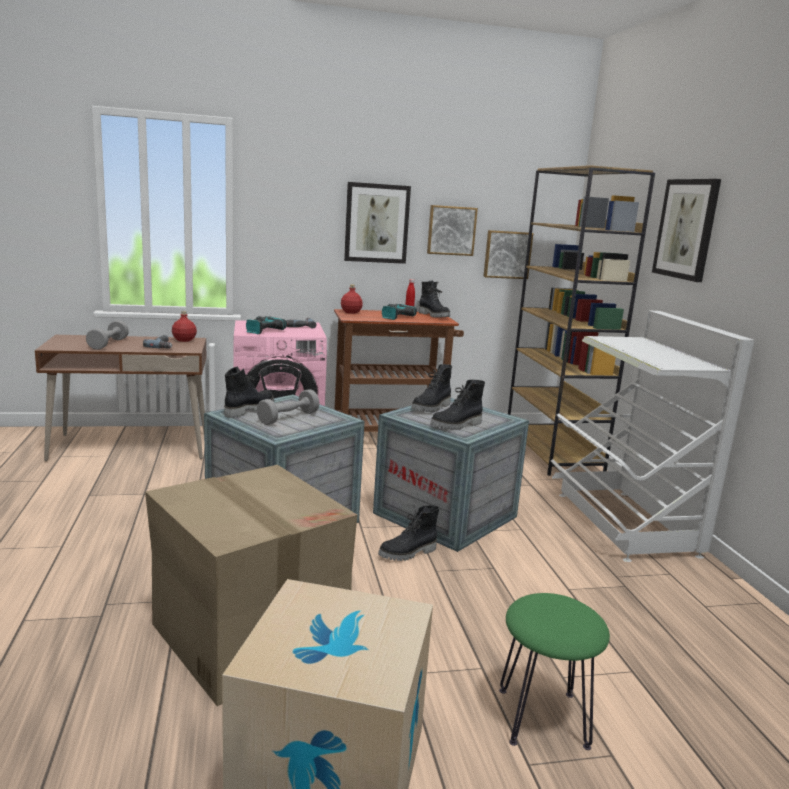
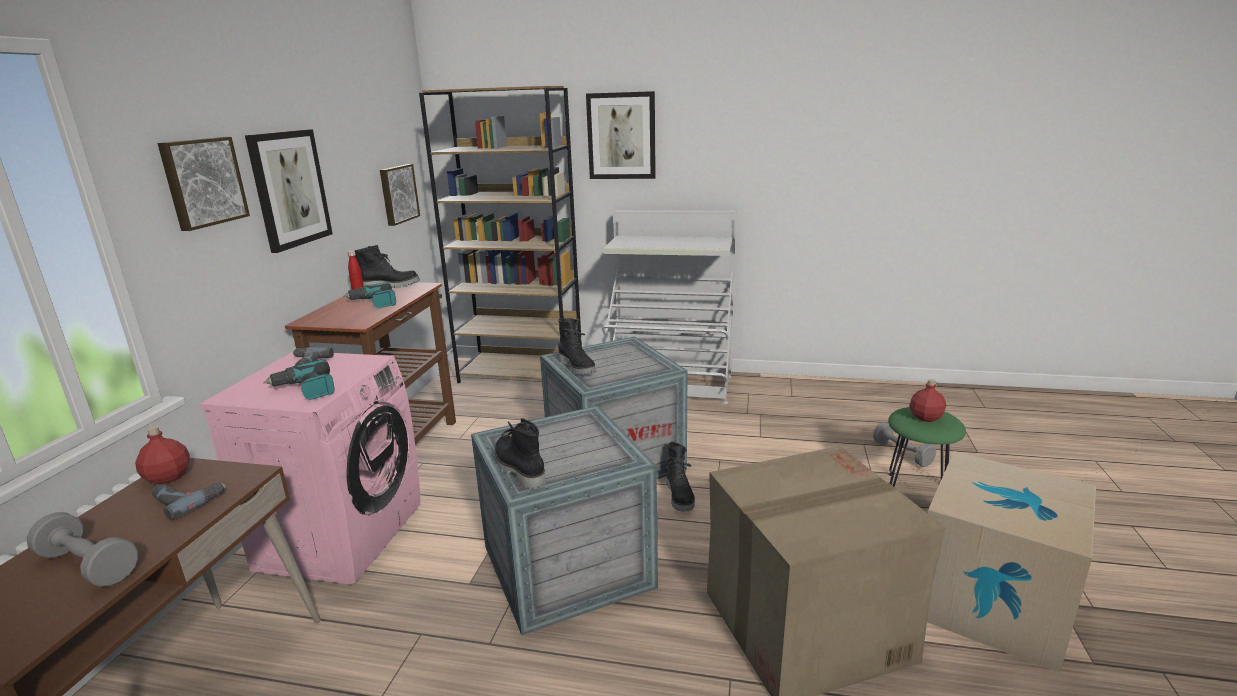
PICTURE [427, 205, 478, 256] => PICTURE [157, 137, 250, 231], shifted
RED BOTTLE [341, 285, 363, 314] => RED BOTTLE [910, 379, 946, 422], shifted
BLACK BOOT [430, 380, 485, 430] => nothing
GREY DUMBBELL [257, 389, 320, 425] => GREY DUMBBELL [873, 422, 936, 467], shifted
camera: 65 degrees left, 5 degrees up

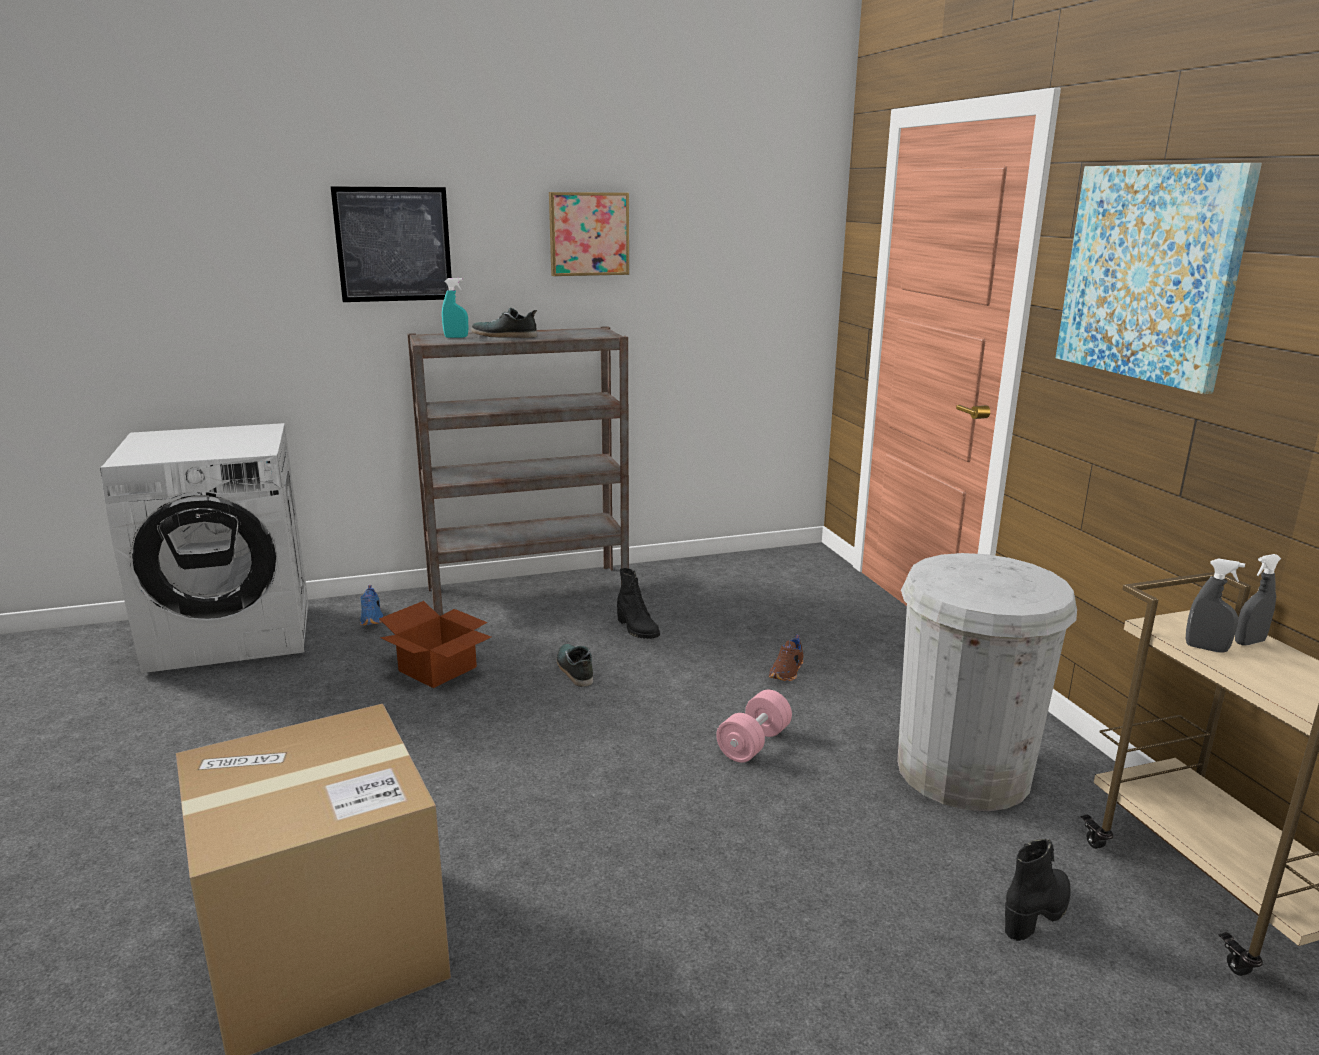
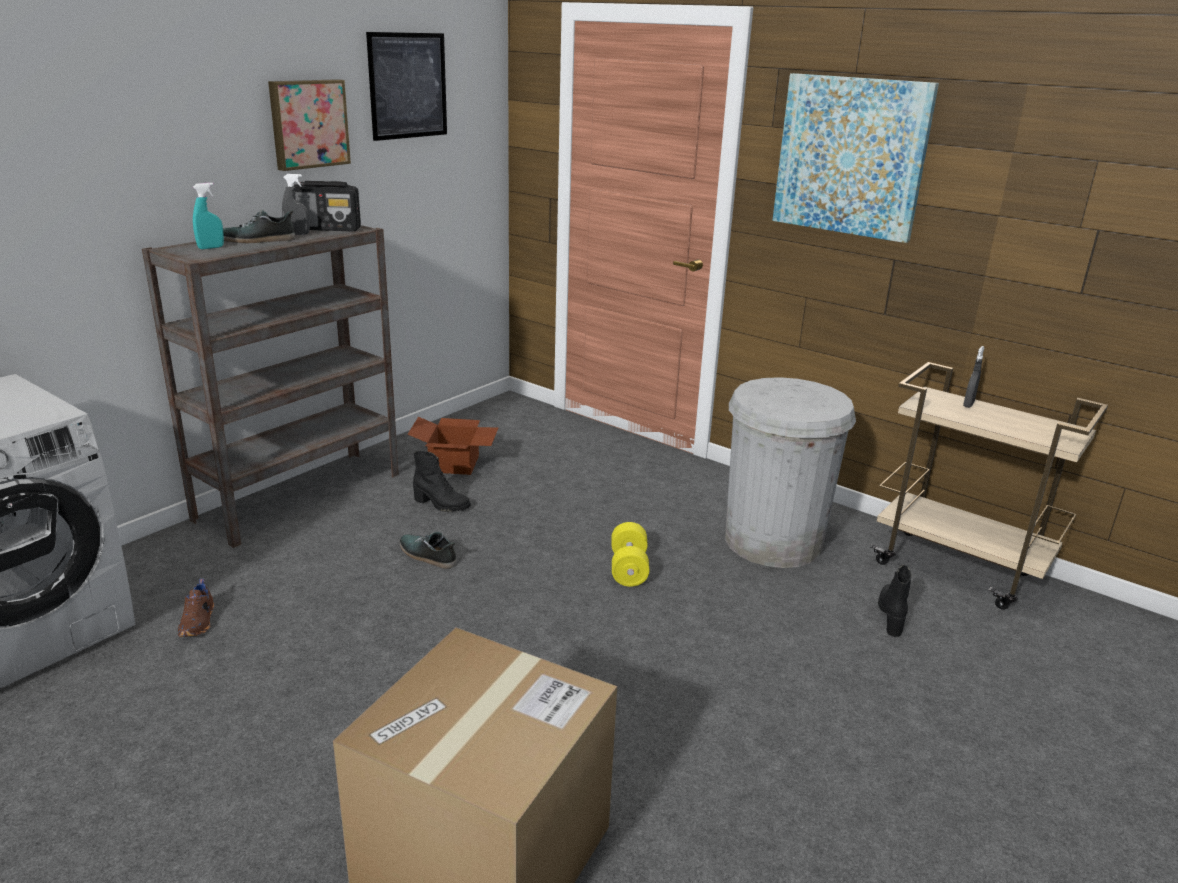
PICTURE [331, 186, 452, 302] => PICTURE [366, 32, 447, 141], shifted
GREY SPRAY BOTTLE [1186, 559, 1245, 652] => GREY SPRAY BOTTLE [282, 174, 310, 235], shifted
BLUE SHOE [360, 585, 383, 625] => nothing
CARDBOARD BOX [379, 601, 491, 688] => CARDBOARD BOX [407, 417, 498, 475], shifted
BROWN SHOE [769, 635, 804, 681] => BROWN SHOE [178, 579, 214, 637], shifted
PINK DUMBBELL [716, 690, 792, 763] => YELLOW DUMBBELL [611, 522, 649, 587]
nothing => RADIO [294, 181, 361, 232]
camera: 35 degrees left, 5 degrees up

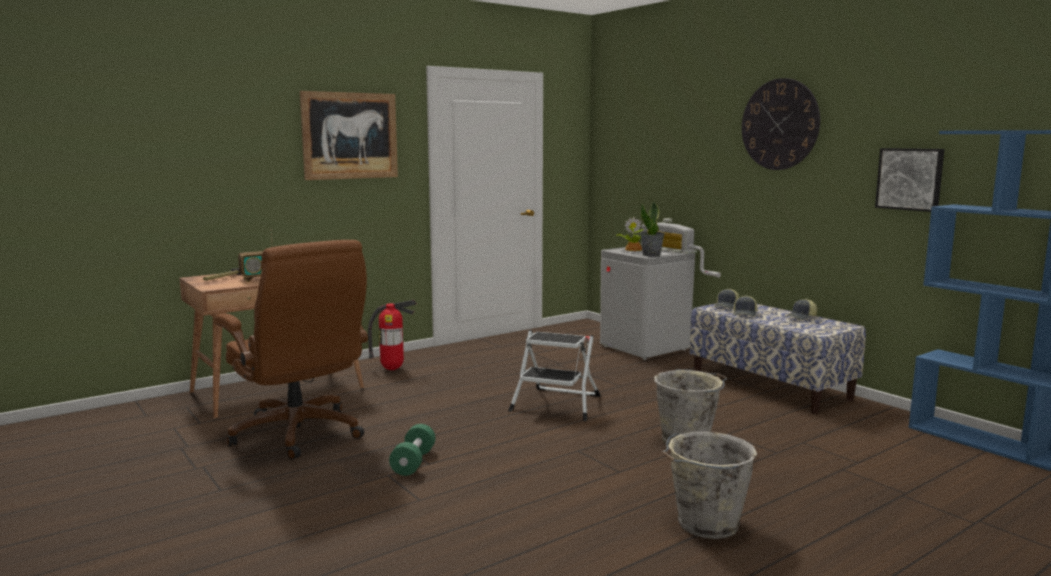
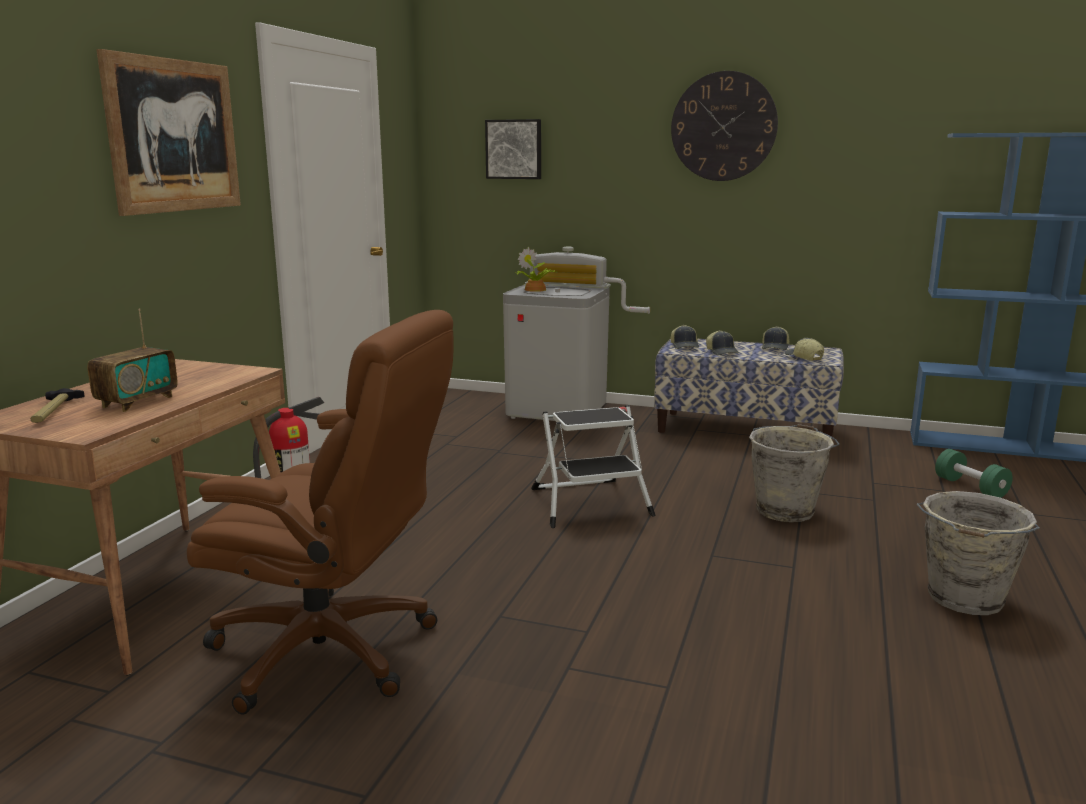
PICTURE [875, 148, 944, 212] => PICTURE [485, 119, 541, 179], shifted
POTTED PLANT [640, 201, 665, 256] => nothing
GREEN DUMBBELL [389, 424, 436, 476] => GREEN DUMBBELL [935, 449, 1013, 498], shifted
nothing => CAP [785, 338, 824, 361]
camera: 35 degrees left, 5 degrees up

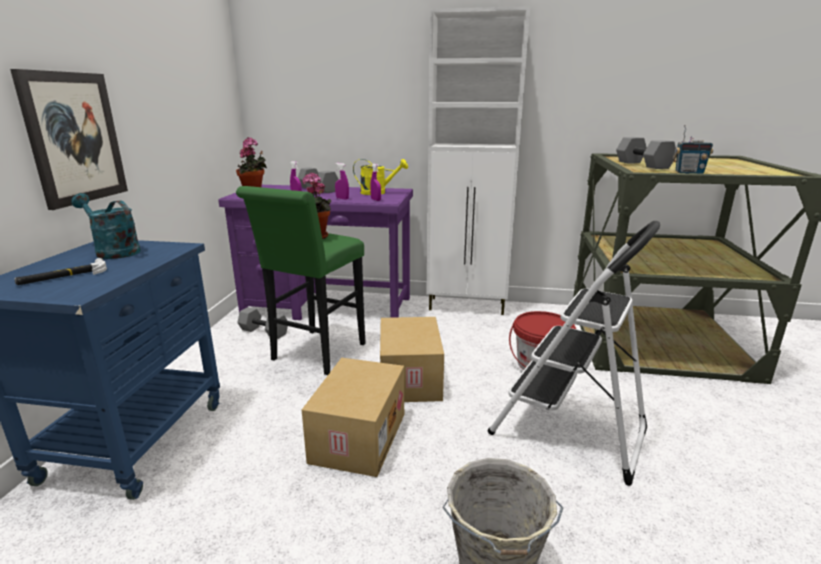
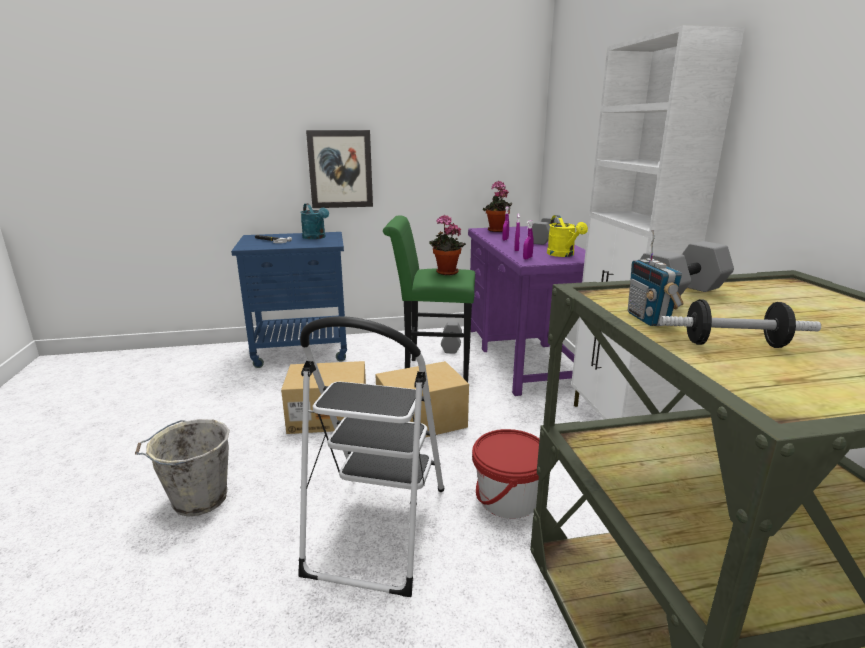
TURQUOISE WATERING CAN [71, 193, 141, 259] => TURQUOISE WATERING CAN [300, 203, 329, 239], 135 degrees clockwise
nothing => DUMBBELL [660, 299, 821, 348]
camera: 70 degrees right, 0 degrees up

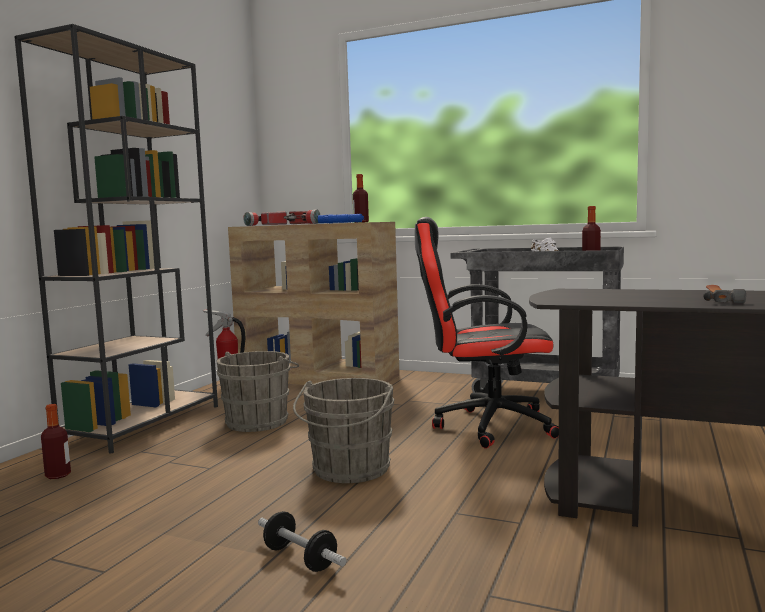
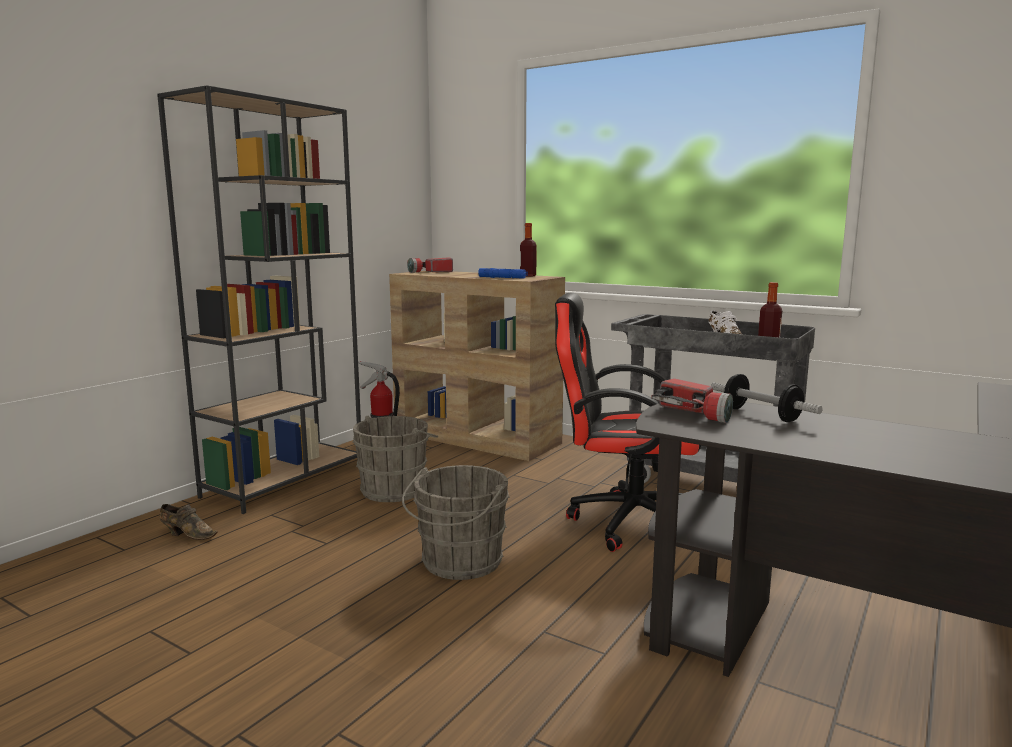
FLASHLIGHT [283, 209, 320, 224] => FLASHLIGHT [651, 378, 733, 423], shifted
HAMMER [703, 285, 746, 303] => nothing
BOTTLE [41, 404, 71, 479] => BROWN SHOE [160, 504, 218, 540]
DUMBBELL [258, 511, 347, 572] => DUMBBELL [711, 374, 823, 422], shifted
camera: 10 degrees right, 5 degrees up

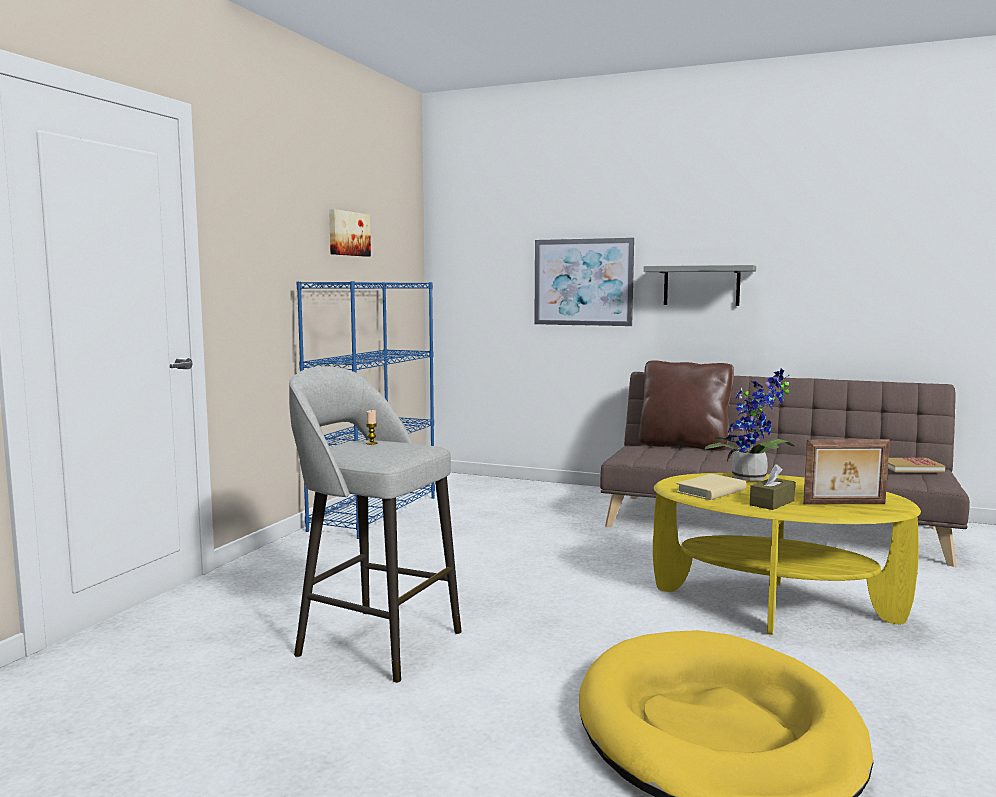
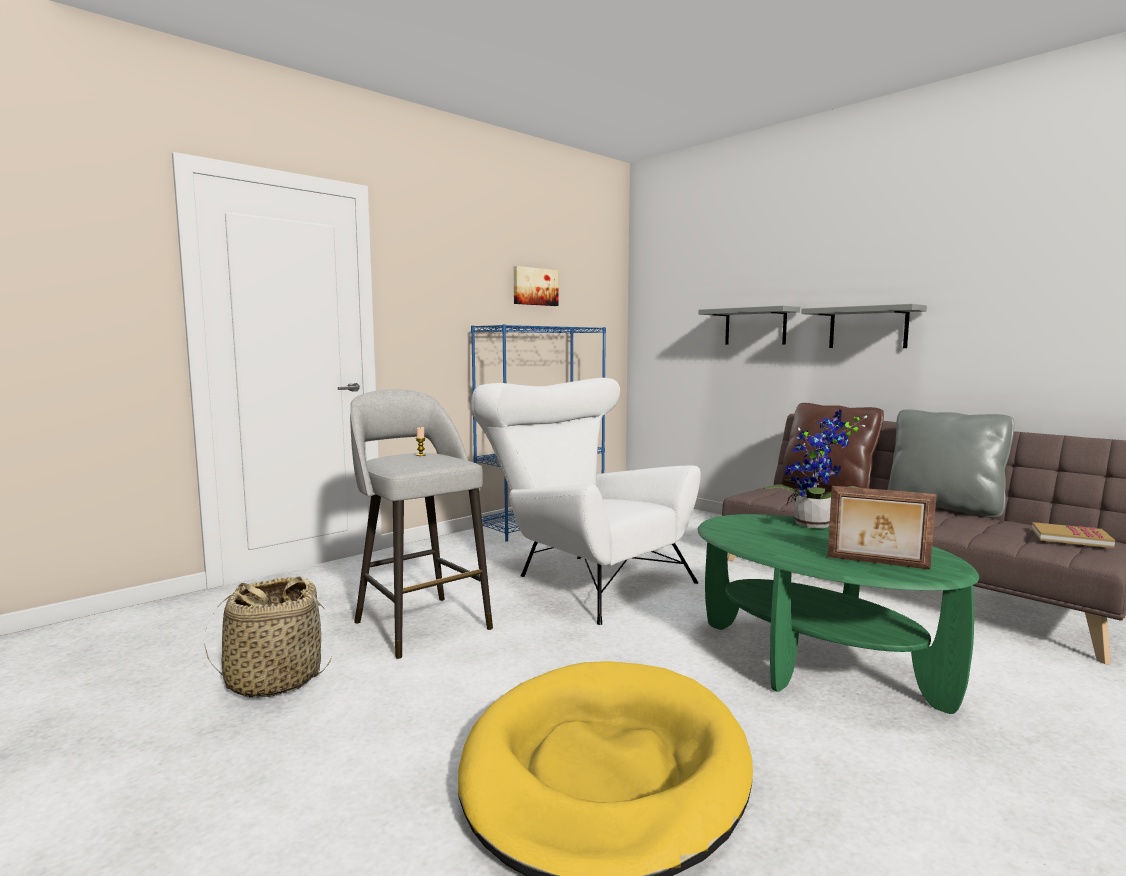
PICTURE [534, 238, 634, 326] => GREY SHELF [699, 306, 800, 345]
BROWN TISSUE BOX [750, 464, 795, 510] => nothing
YELLOW COFFEE TABLE [653, 473, 921, 635] => GREEN COFFEE TABLE [698, 514, 979, 714]
BEIGE BOOK [676, 474, 747, 500] => nothing
nothing => WHITE ARMCHAIR [471, 378, 701, 625]
nothing => GREY PILLOW [888, 409, 1014, 518]
nothing => BASKET [204, 577, 332, 698]
camera: 25 degrees right, 0 degrees up

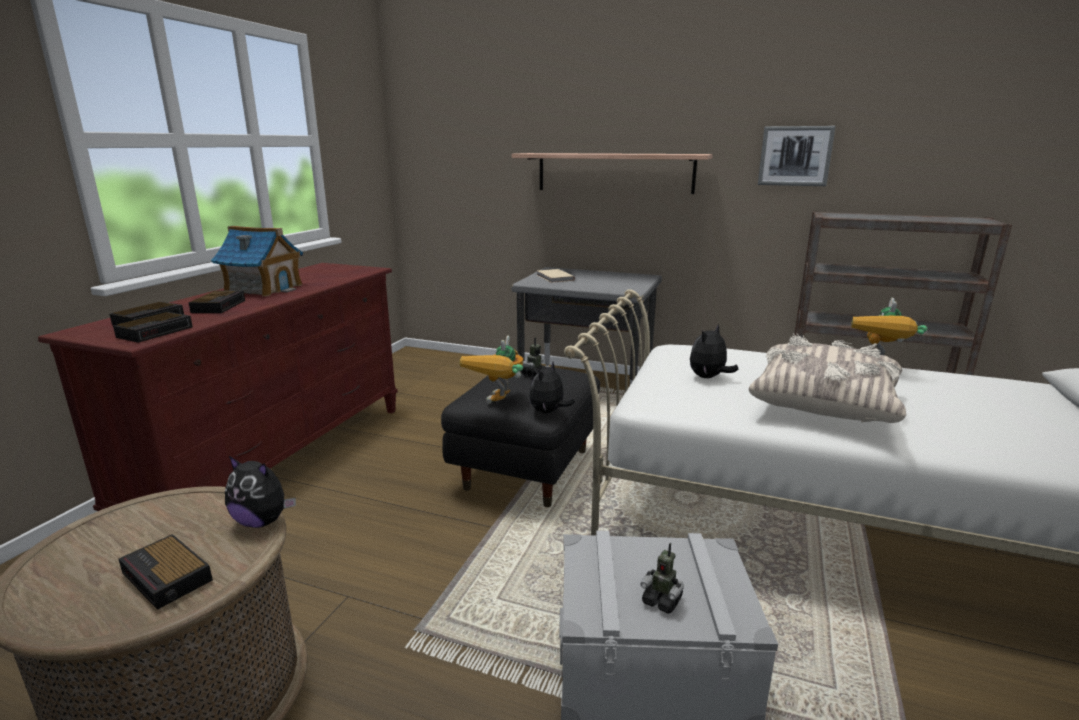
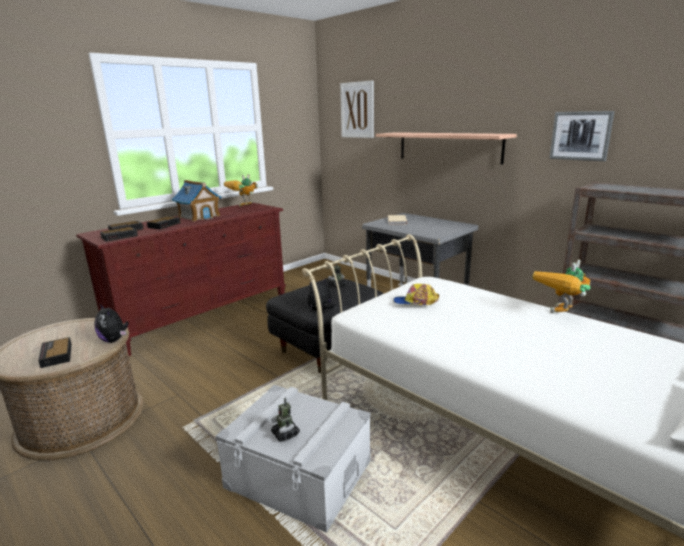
PLUSH TOY [690, 324, 739, 378] => CAP [393, 284, 439, 305]
BEIGE PILLOW [749, 333, 906, 423] => nothing
TOY ROBOT [460, 335, 523, 404] => TOY ROBOT [224, 174, 258, 207], shifted
nothing => PICTURE [340, 80, 374, 138]
camera: 25 degrees right, 0 degrees up

